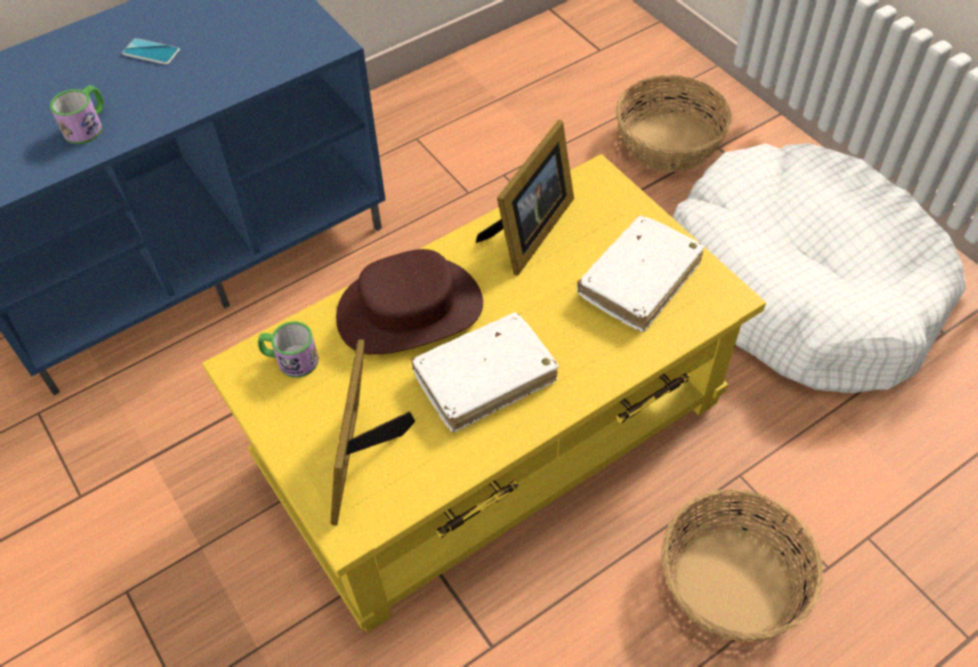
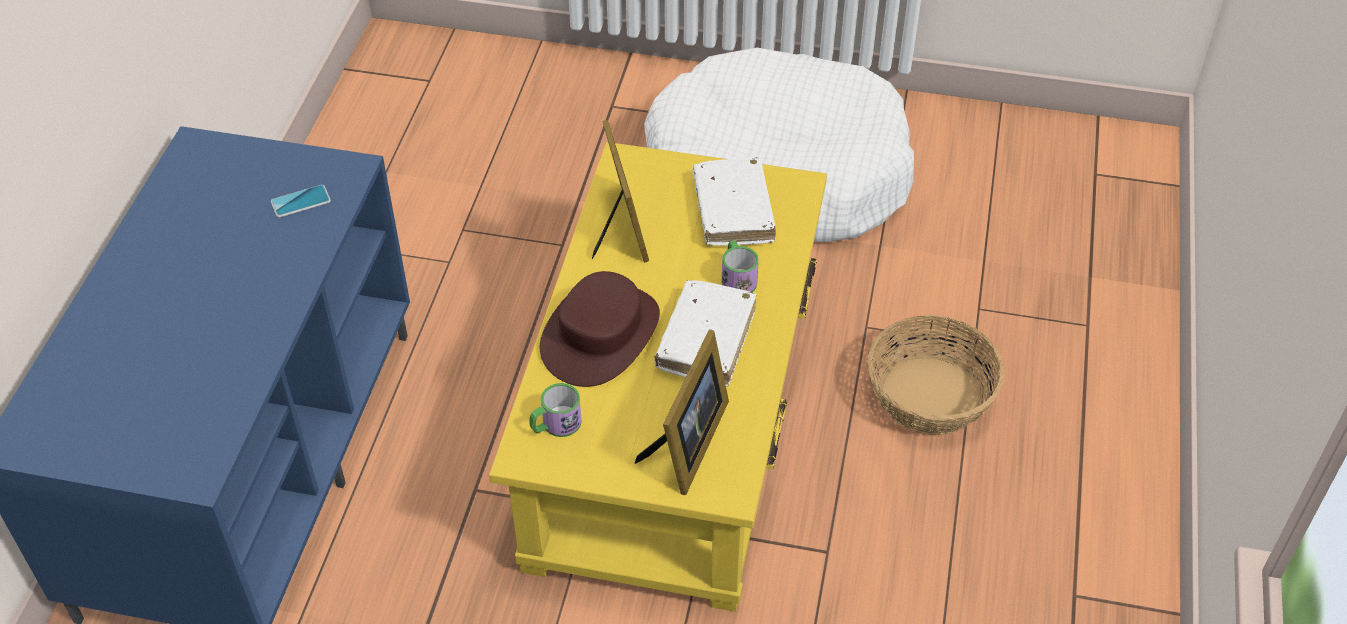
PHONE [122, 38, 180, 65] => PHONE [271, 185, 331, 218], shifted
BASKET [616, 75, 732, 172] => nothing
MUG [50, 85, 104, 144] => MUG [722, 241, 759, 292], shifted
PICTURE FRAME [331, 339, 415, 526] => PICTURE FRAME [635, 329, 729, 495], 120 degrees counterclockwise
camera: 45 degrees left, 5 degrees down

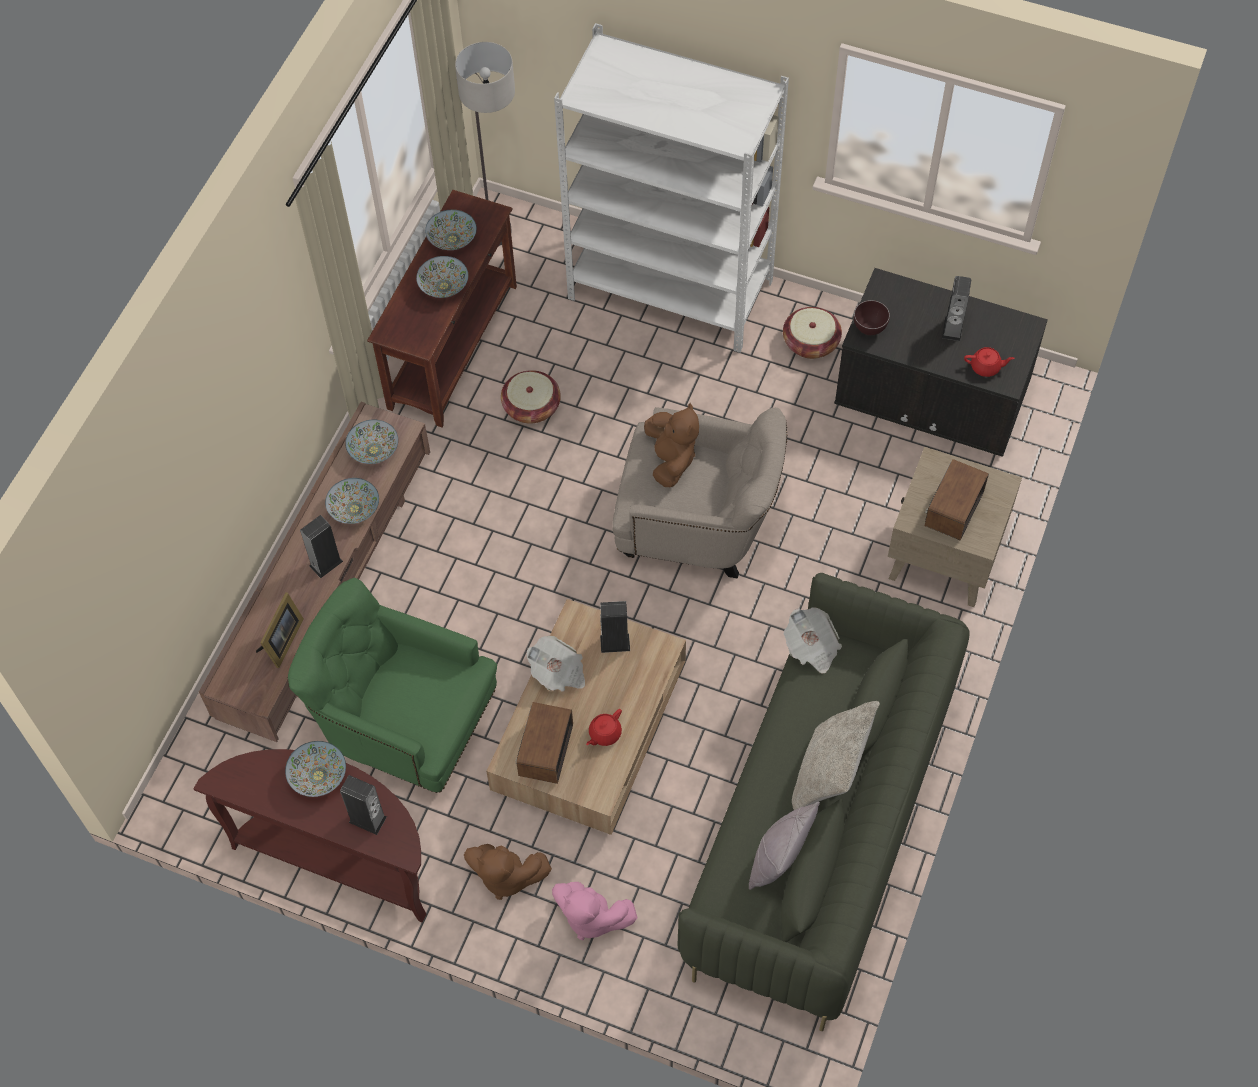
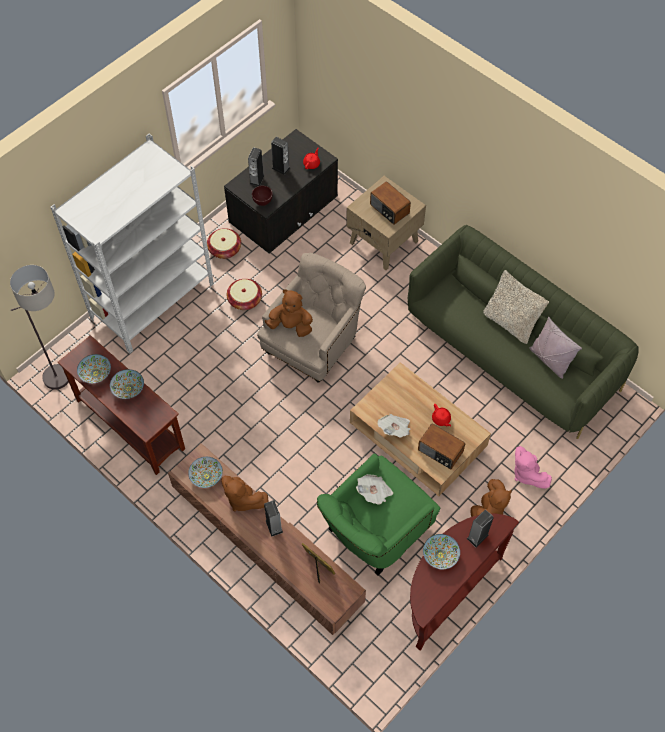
BASKET [501, 370, 561, 423] => BASKET [227, 279, 262, 310], shifted
BOWL [325, 478, 379, 524] => BROWN PLUSH TOY [221, 476, 269, 512]
SPEAKER [600, 601, 630, 653] => SPEAKER [248, 148, 265, 186], shifted
NEWSPAPER [784, 607, 842, 674] => NEWSPAPER [356, 474, 393, 505], shifted
PINK PLUSH TOY [552, 882, 638, 940] => PINK PLUSH TOY [514, 446, 552, 489], 105 degrees clockwise
camera: 70 degrees left, 0 degrees up

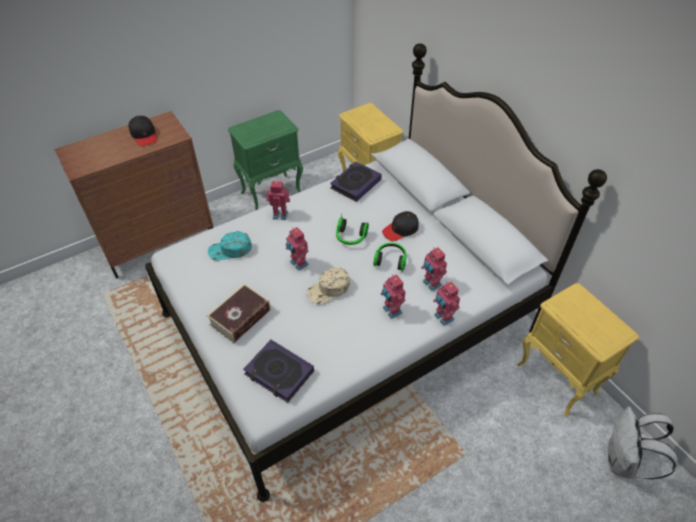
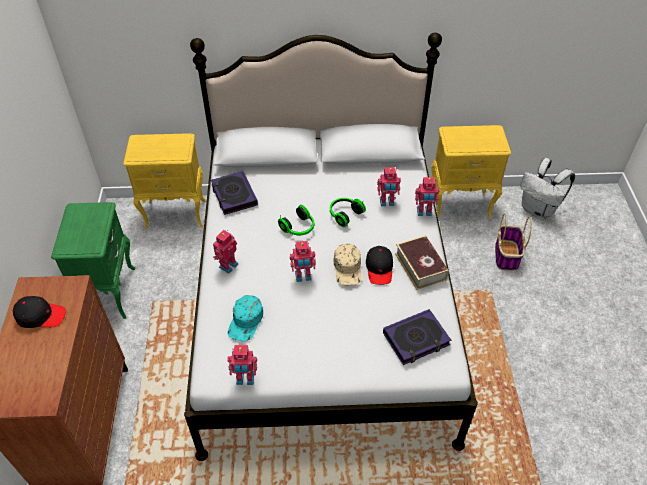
BLACK CAP [382, 211, 419, 241] => BLACK CAP [366, 246, 393, 285], shifted
TOY ROBOT [381, 274, 405, 319] => TOY ROBOT [227, 345, 257, 385], shifted
BOOK [207, 283, 271, 343] => BOOK [395, 235, 449, 290], shifted
nothing => BASKET [495, 213, 532, 271]
camera: 60 degrees left, 0 degrees up

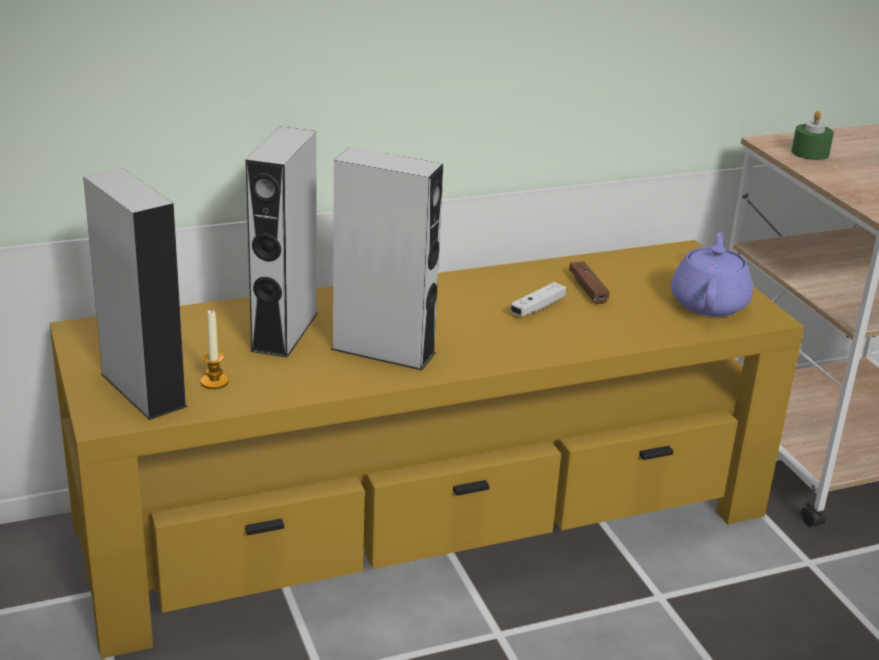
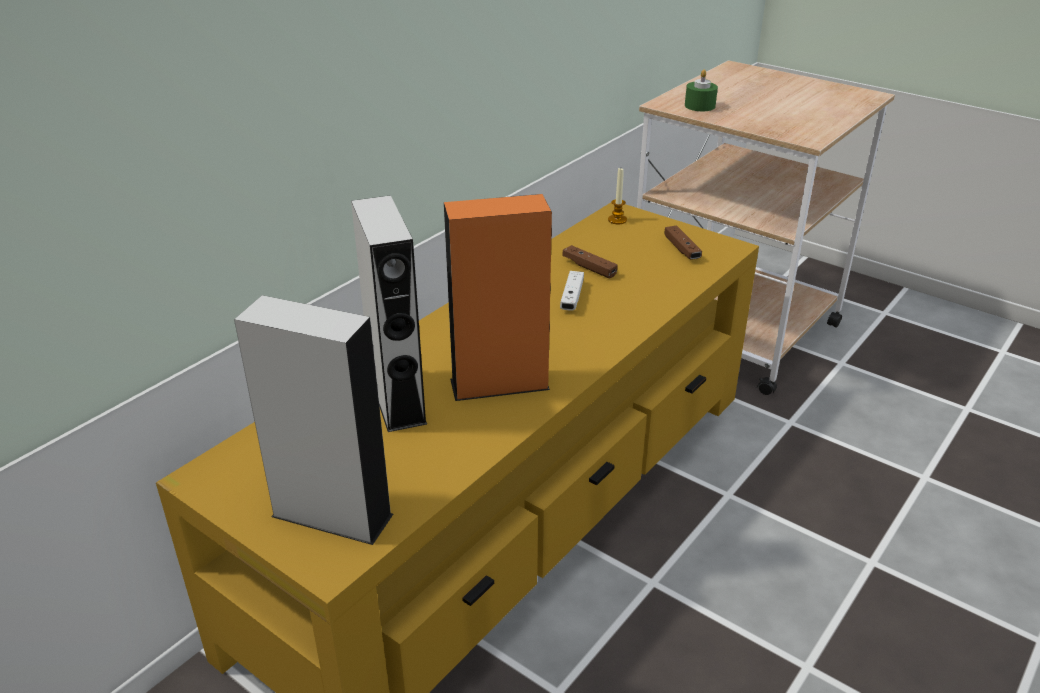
GREY SPEAKER [331, 147, 443, 370] => ORANGE SPEAKER [444, 194, 552, 401]
PURPLE TEAPOT [671, 232, 753, 317] => BROWN GAME CONTROLLER [665, 226, 702, 260]
CANDLE [200, 309, 229, 389] => CANDLE [608, 168, 627, 224], shifted
camera: 30 degrees left, 5 degrees up

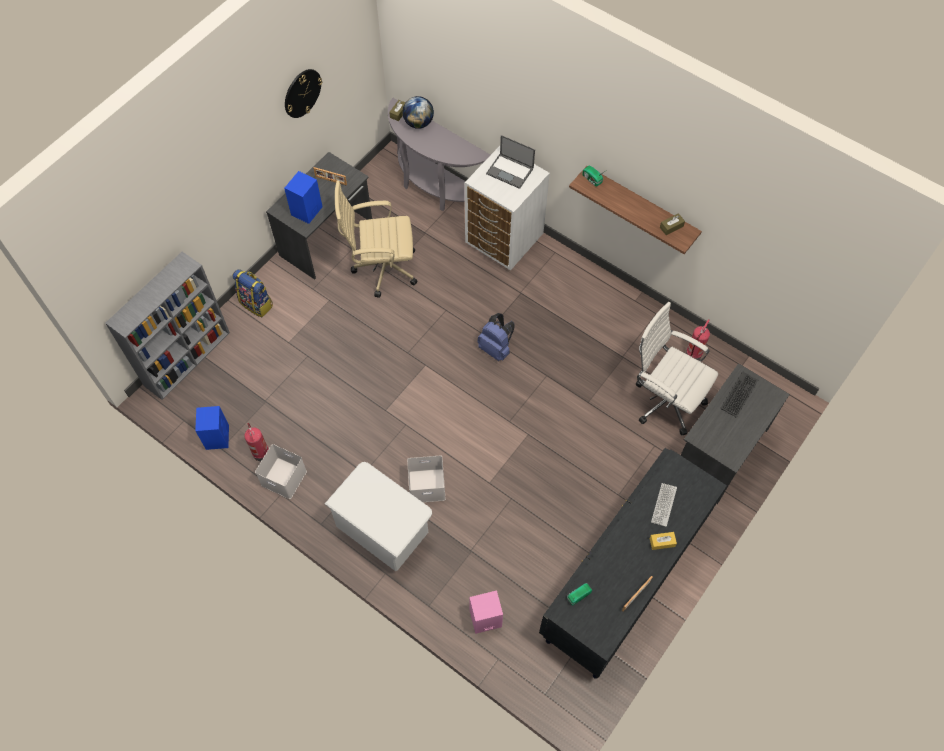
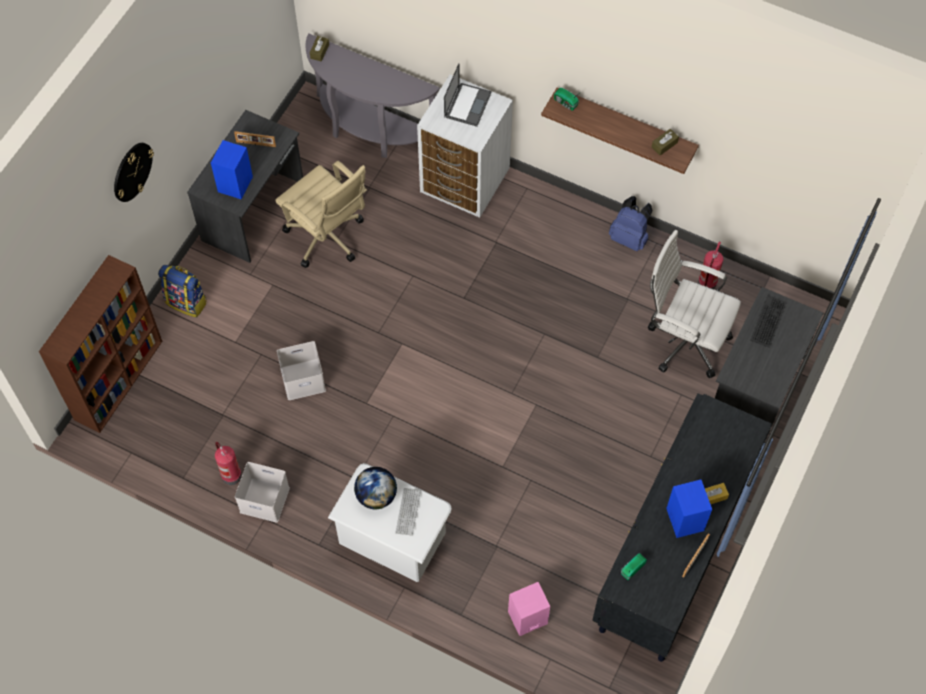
WALL CLOCK [285, 69, 322, 118] => WALL CLOCK [114, 143, 154, 202], shifted
GLOBE [402, 96, 434, 129] => GLOBE [354, 467, 397, 509], shifted
LAPTOP [486, 135, 535, 189] => LAPTOP [444, 63, 492, 127], 90 degrees counterclockwise
BEIGE OFFICE CHAIR [335, 180, 418, 298] => BEIGE OFFICE CHAIR [275, 161, 367, 268], 120 degrees counterclockwise
GREY BOOKCASE [105, 252, 230, 400] => BROWN BOOKCASE [39, 255, 162, 433]
BLUE BACKPACK [477, 313, 515, 361] => BLUE BACKPACK [609, 196, 652, 251], shifted
BLUE SPEAKER [195, 406, 229, 450] => BLUE SPEAKER [666, 480, 712, 538], shifted
WHITE STORAGE BOX [407, 456, 446, 502] => WHITE STORAGE BOX [277, 341, 326, 400], shifted
KEYBOARD [651, 483, 677, 527] => KEYBOARD [395, 488, 421, 535], shifted
camera: 10 degrees left, 0 degrees up

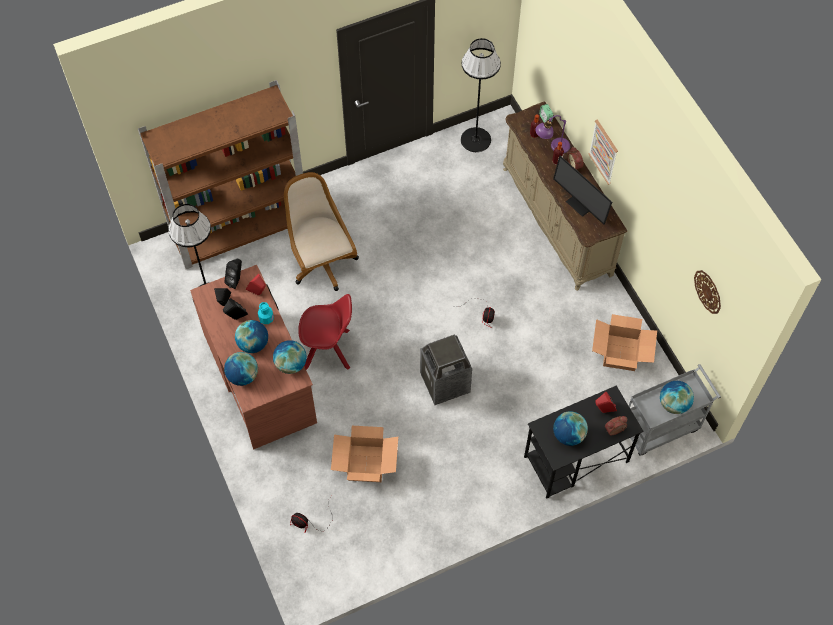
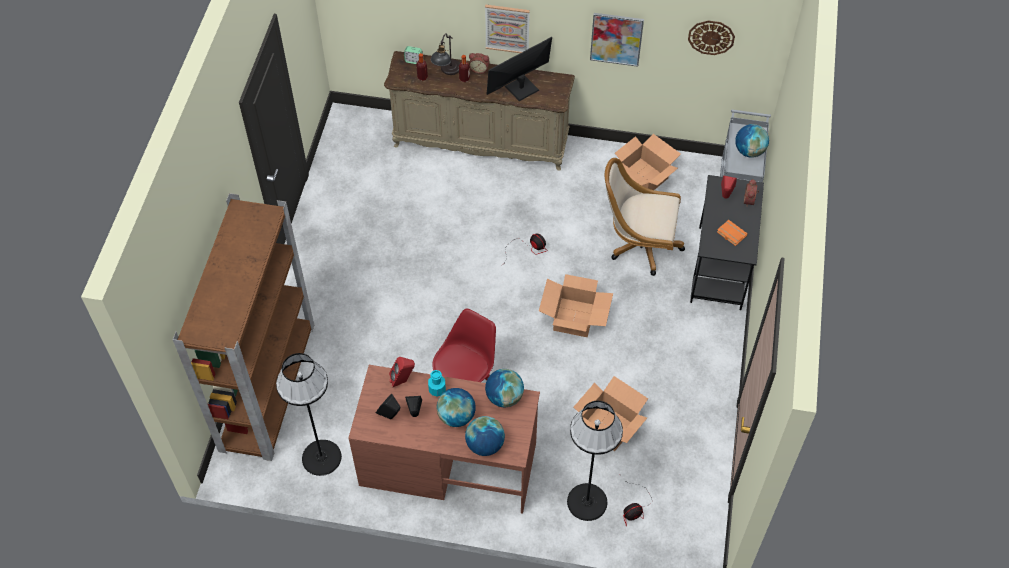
BLACK FLOOR LAMP [461, 38, 501, 152] => BLACK FLOOR LAMP [567, 401, 623, 521], shifted
PURPLE TABLE LAMP [535, 115, 570, 153] => GREY TABLE LAMP [431, 33, 460, 75]
MONITOR [553, 156, 612, 225] => MONITOR [487, 37, 552, 101], 150 degrees clockwise
OFFICE CHAIR [284, 172, 359, 291] => OFFICE CHAIR [605, 158, 685, 276], shifted
BLACK SPEAKER [224, 259, 242, 289] => nothing
TRASH CAN [420, 335, 472, 405] => CARDBOARD BOX [539, 274, 613, 337]
GLOBE [553, 411, 588, 446] => ORANGE BOOK [717, 220, 748, 246]
nothing => PICTURE [590, 13, 644, 67]
camera: 55 degrees left, 5 degrees down

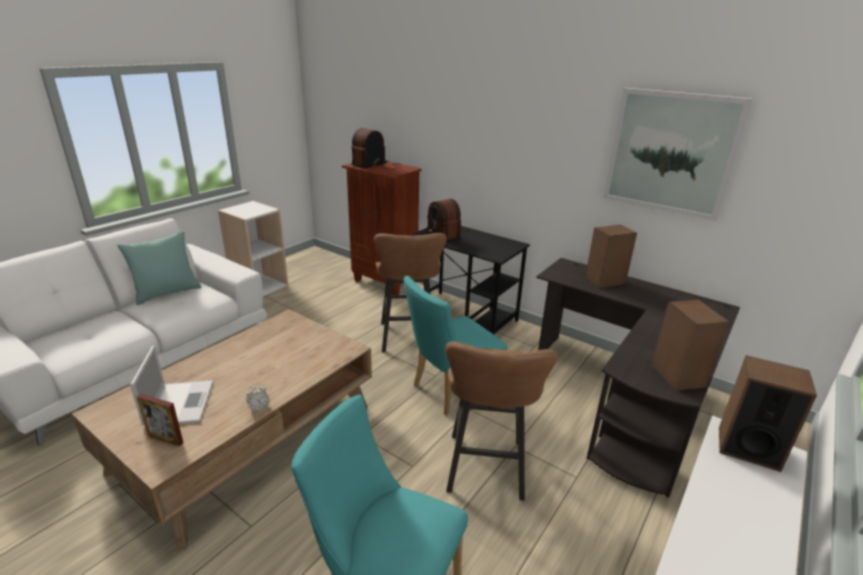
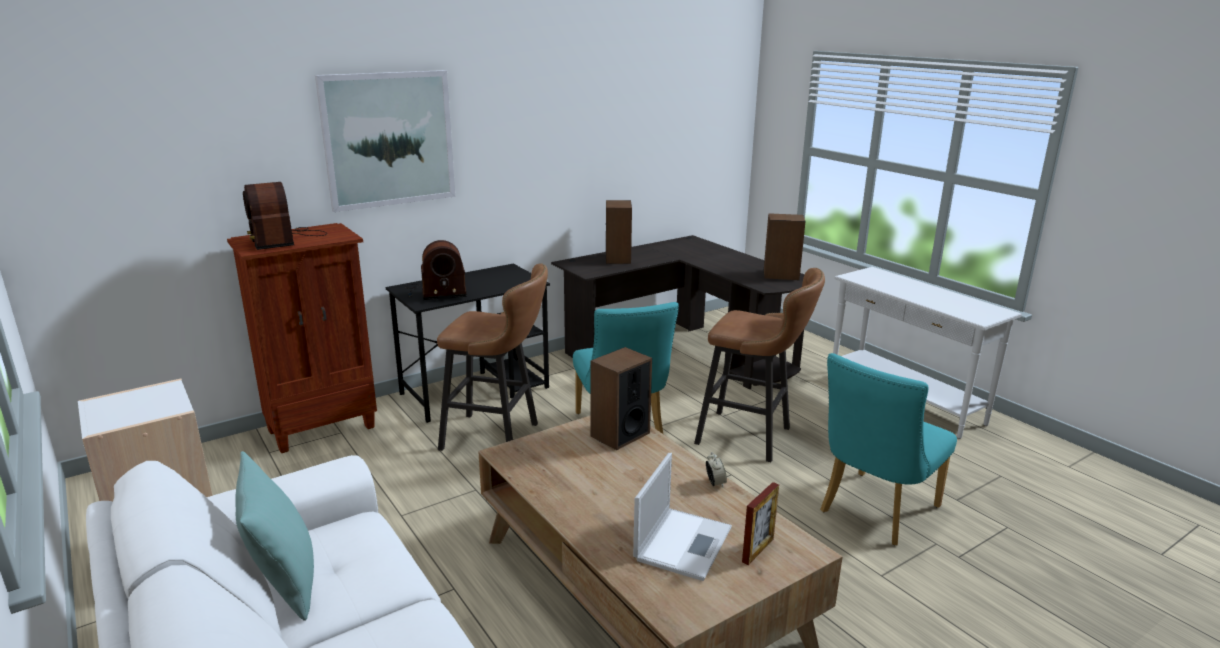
PICTURE [603, 88, 753, 221] => PICTURE [315, 70, 455, 212], shifted
LAPTOP [130, 345, 213, 425] => LAPTOP [633, 453, 732, 581], 105 degrees clockwise
SPEAKER [719, 355, 817, 472] => SPEAKER [590, 347, 652, 450], shifted
camera: 70 degrees left, 5 degrees down

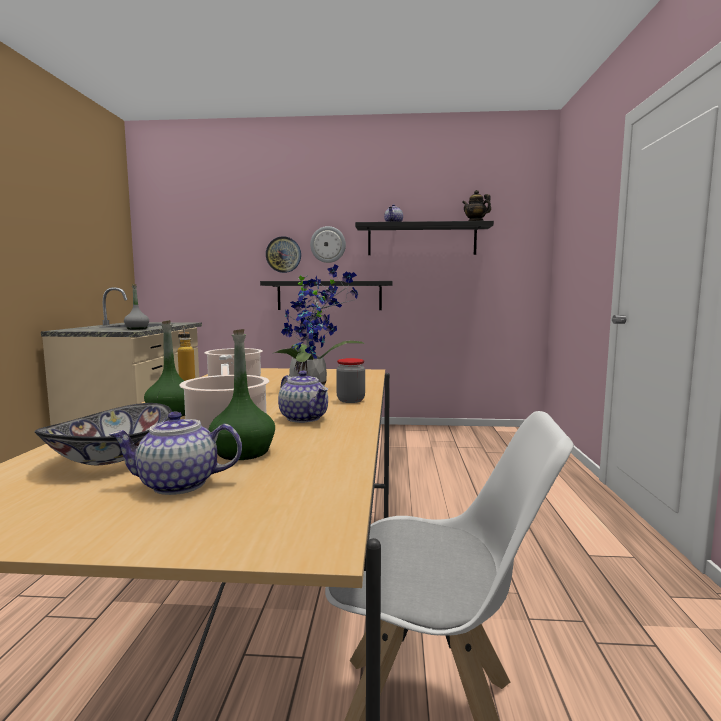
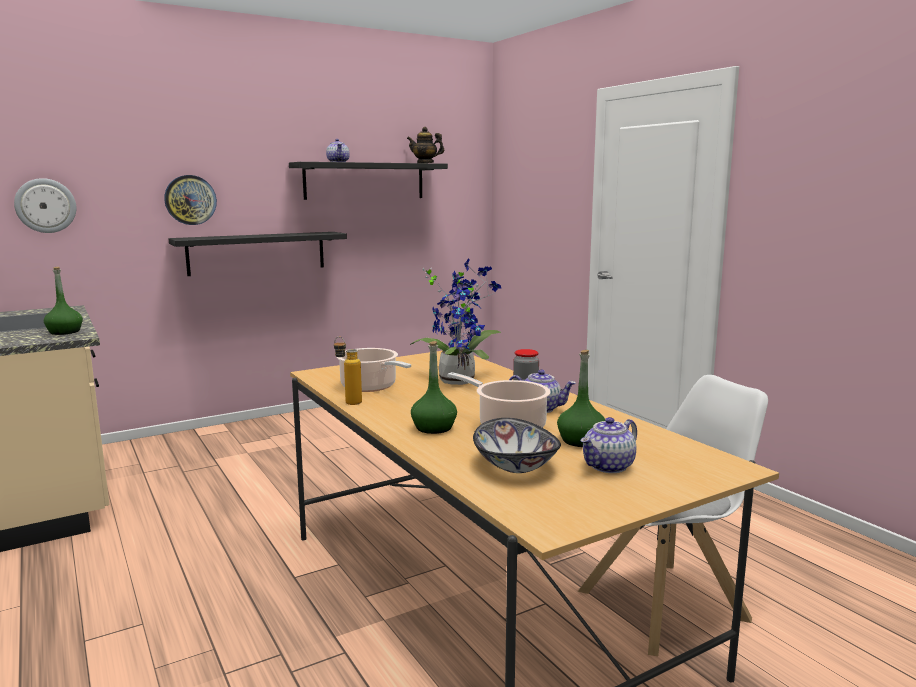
WALL CLOCK [310, 226, 346, 263] => WALL CLOCK [14, 178, 76, 233], shifted
GREY BOTTLE [124, 284, 149, 330] => GREEN BOTTLE [44, 267, 83, 335]
camera: 35 degrees left, 5 degrees up

